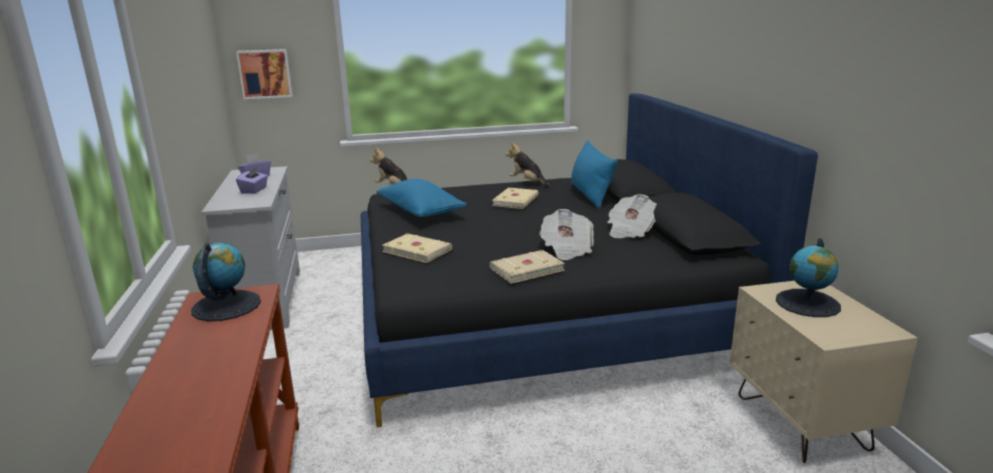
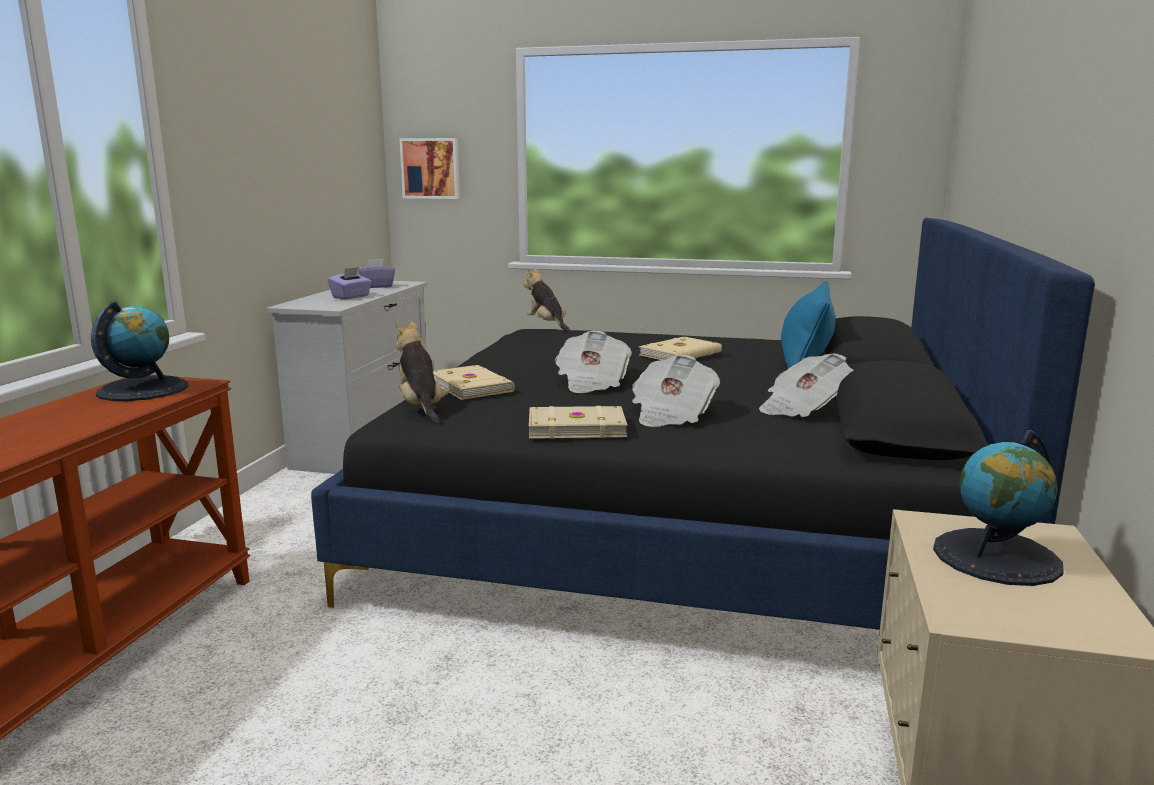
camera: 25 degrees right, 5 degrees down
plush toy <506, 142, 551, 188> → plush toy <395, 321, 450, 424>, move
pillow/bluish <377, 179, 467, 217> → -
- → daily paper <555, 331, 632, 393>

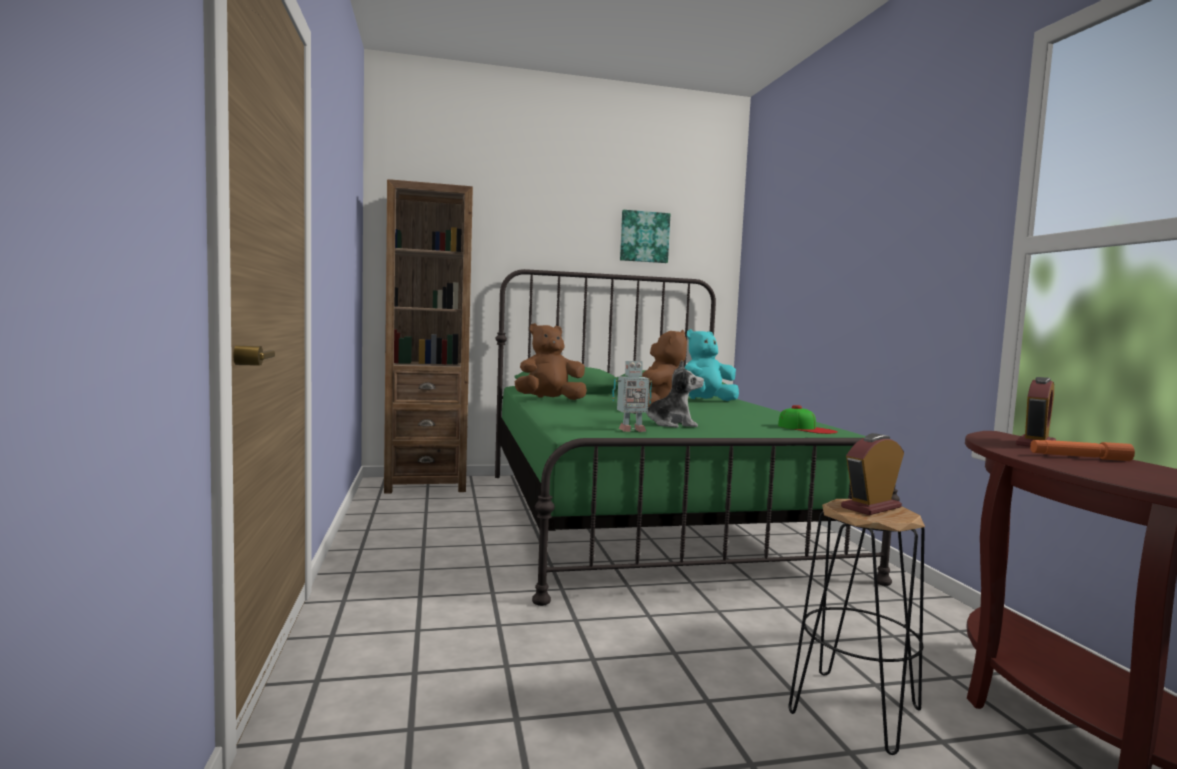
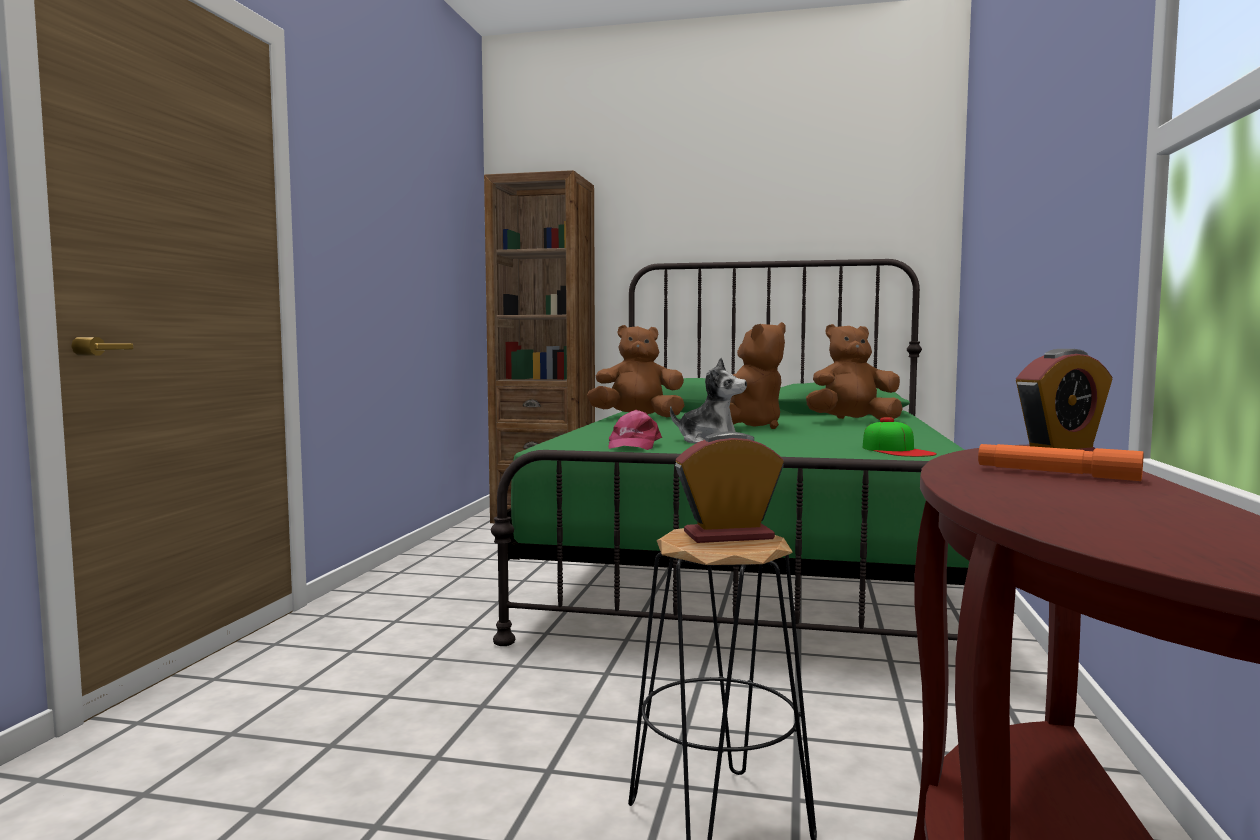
camera: 25 degrees right, 0 degrees up
wall art <620, 210, 670, 263> → -
plush toy/turquoise-coloured <685, 329, 739, 401> → plush toy/brown-coloured <806, 324, 903, 420>
model robot <612, 361, 652, 432> → peaked cap/pinkish <608, 410, 662, 450>

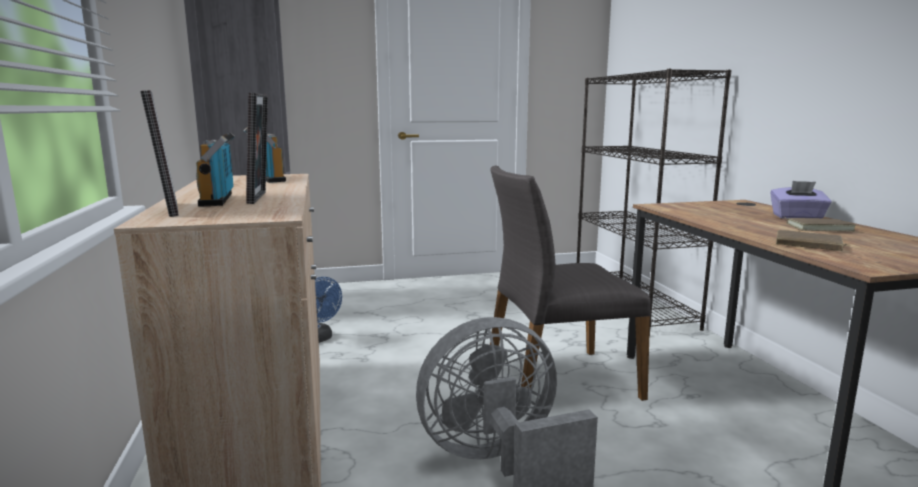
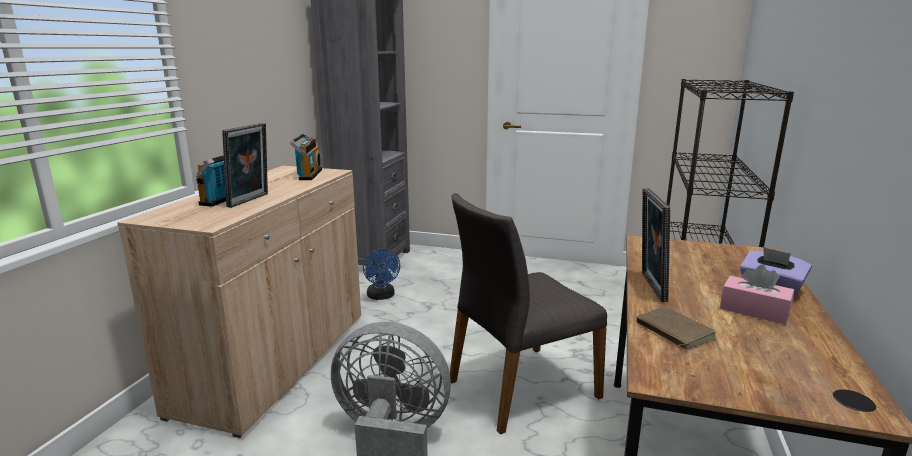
camera: 30 degrees right, 5 degrees up
standing frame <140, 90, 179, 217> → standing frame <642, 188, 670, 302>, move
plain chair/greyish <490, 166, 651, 401> → plain chair/greyish <450, 193, 607, 435>, 45 degrees counterclockwise
book/brown-coloured <785, 217, 856, 232> → tissue box/pinkish <720, 265, 794, 325>

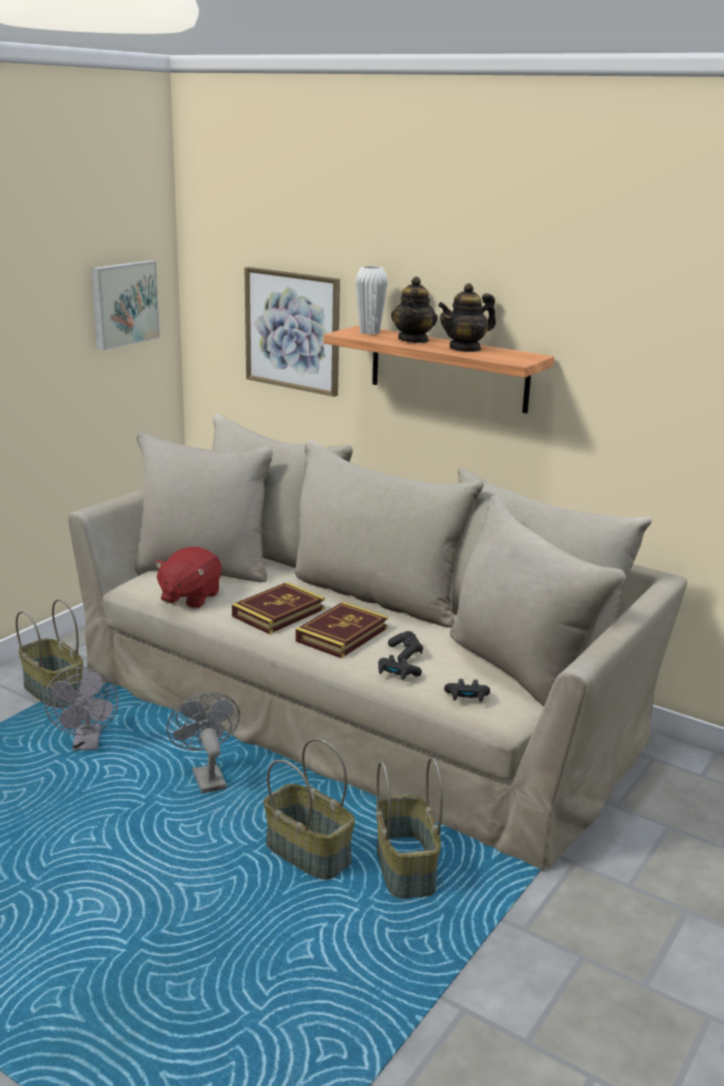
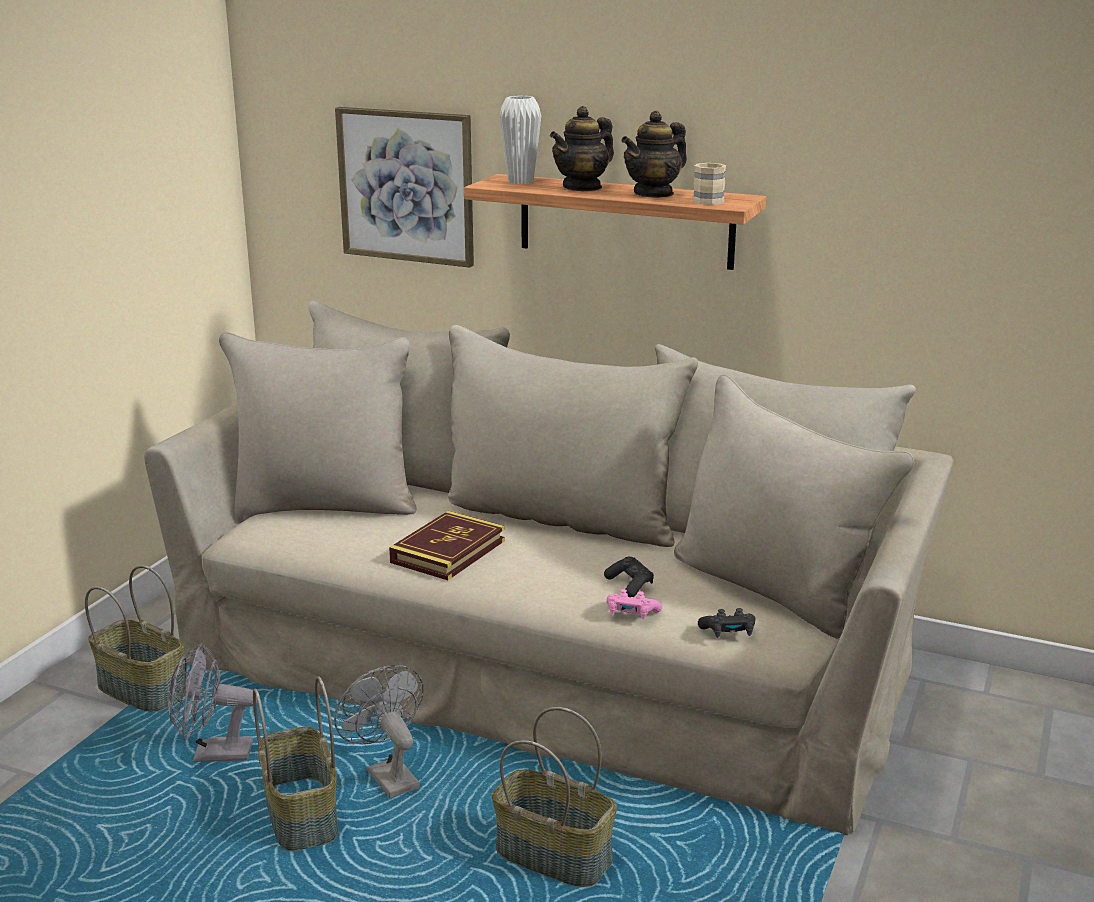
camera: 10 degrees left, 0 degrees up
wall art <91, 260, 160, 350> → -
teapot <391, 277, 438, 343> → teapot <550, 106, 614, 191>, 45 degrees clockwise
plush toy/red-coloured <154, 547, 222, 608> → -
book <296, 602, 388, 658> → -
joypad/black-coloured <378, 655, 422, 680> → joypad/pinkish <607, 589, 662, 620>
fan/greyish <44, 667, 118, 751> → fan/greyish <168, 643, 258, 762>, 105 degrees clockwise
storage basket <376, 757, 443, 899> → storage basket <253, 676, 338, 851>, move
- → coffee mug/beige-coloured <693, 163, 726, 205>

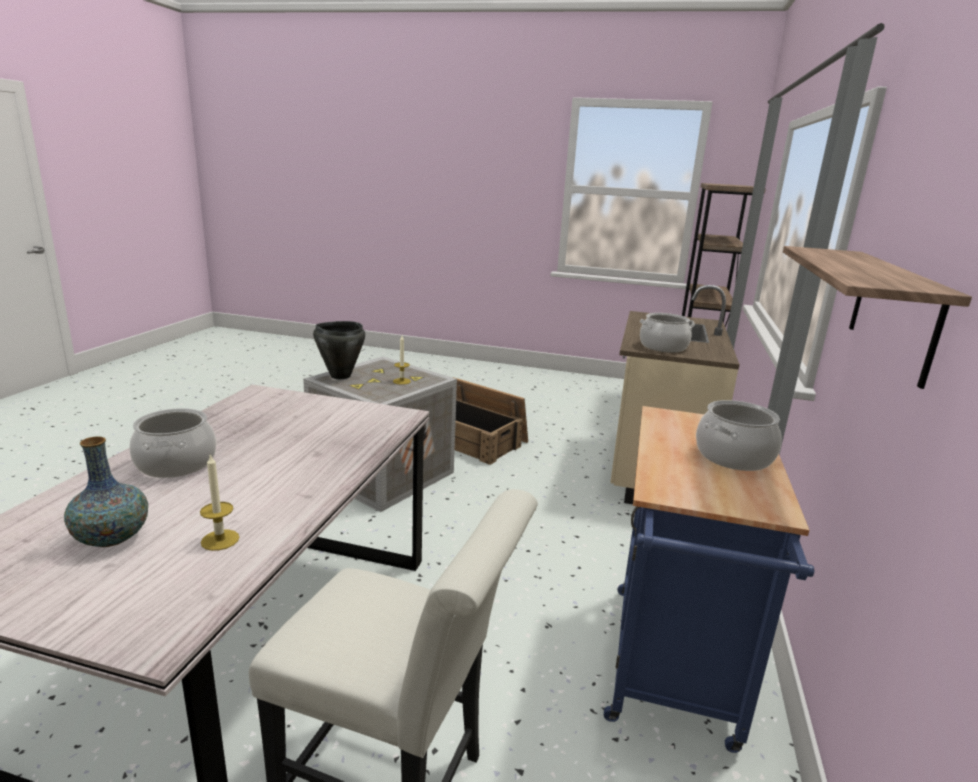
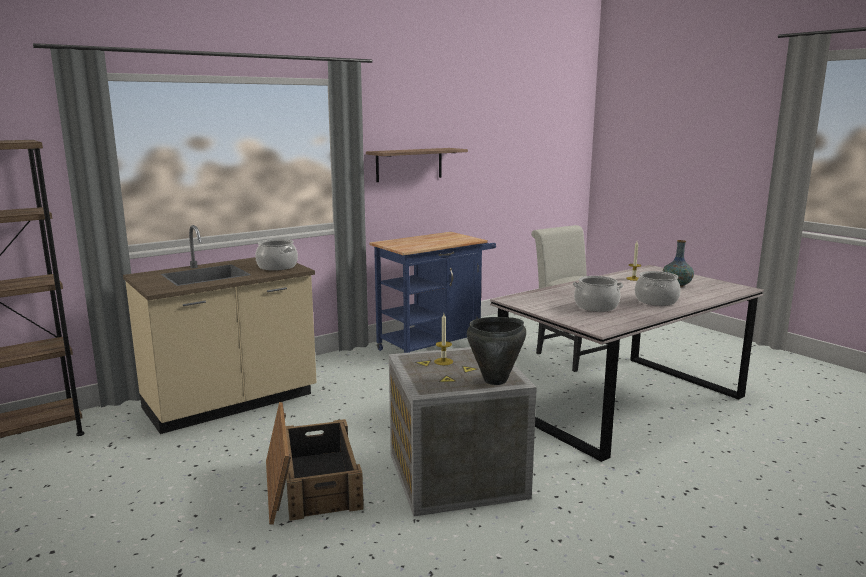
camera: 140 degrees left, 5 degrees down
saucepot <696, 400, 782, 471> → saucepot <572, 276, 623, 312>, move

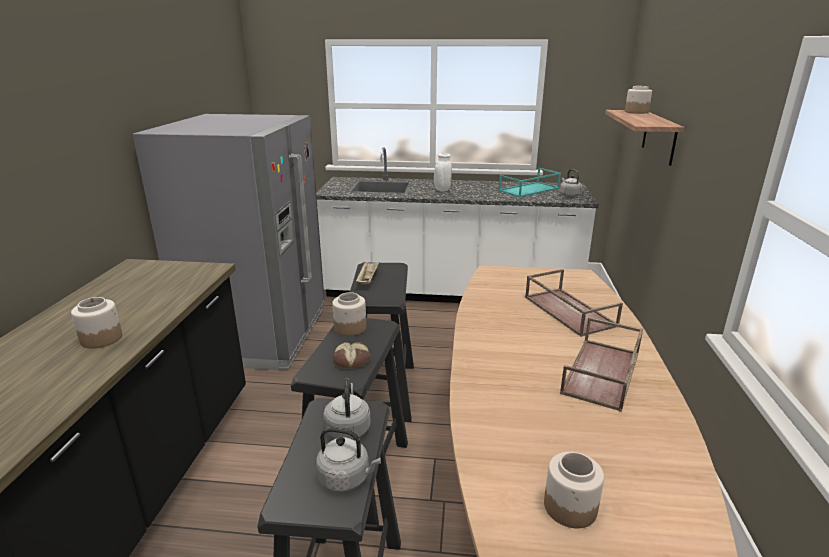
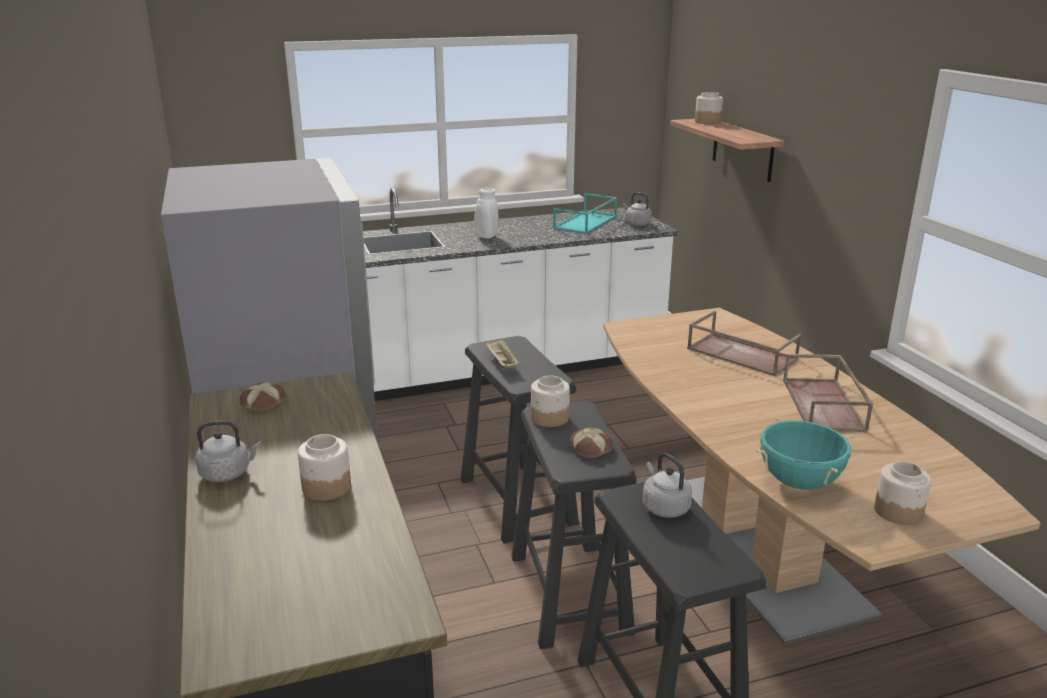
camera: 25 degrees left, 0 degrees up
kettle/greyish <316, 427, 381, 492> → kettle/greyish <195, 420, 261, 482>, move
- → bread <240, 382, 286, 411>
- → saucepot/turquoise-coloured <756, 418, 853, 490>

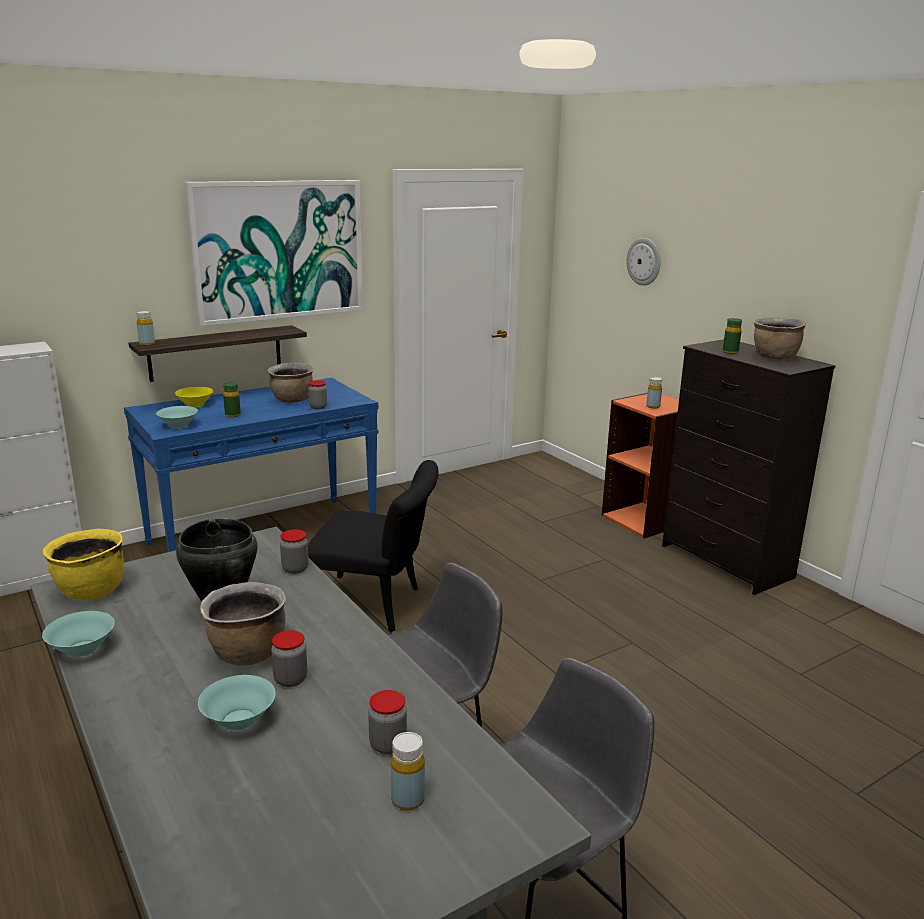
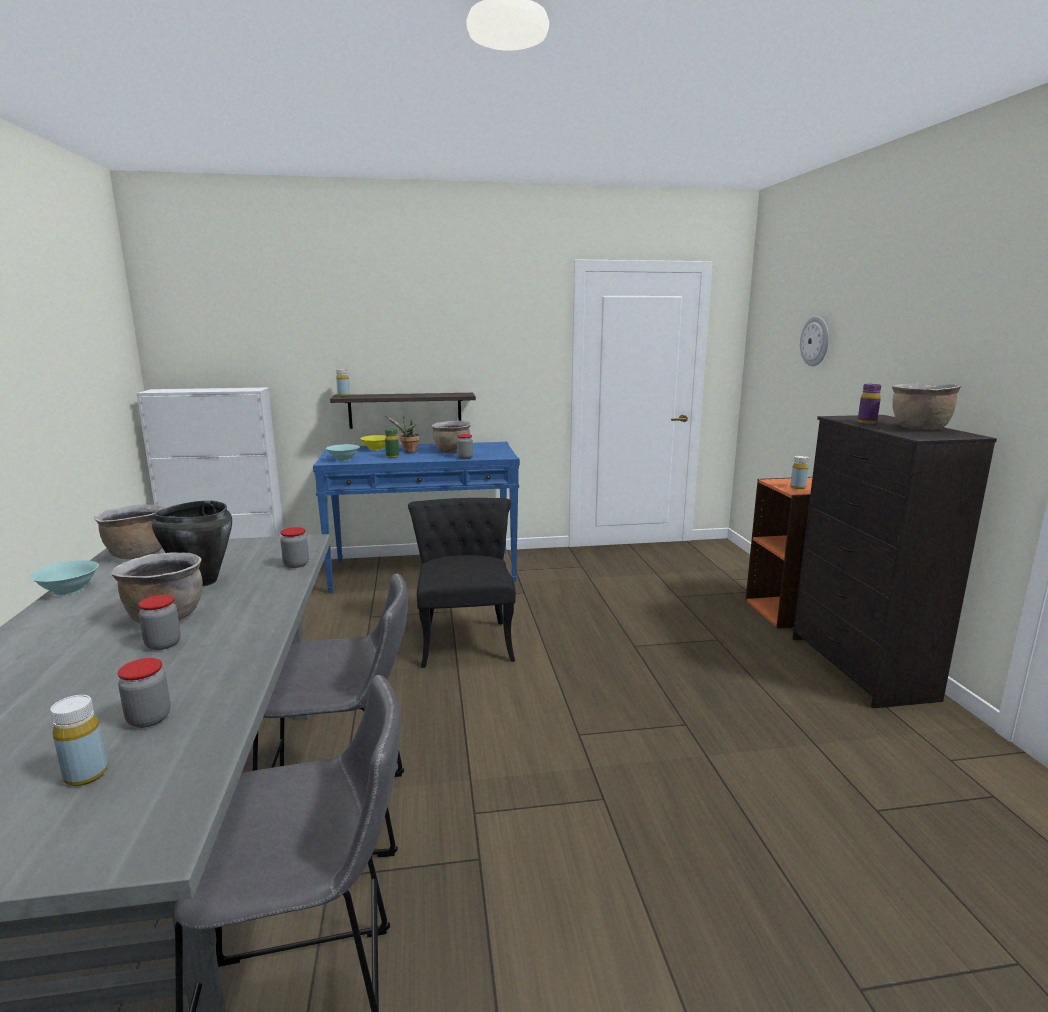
camera: 25 degrees right, 5 degrees down
wall art <185, 180, 363, 326> → -
bottle/green <723, 318, 742, 354> → bottle/purplish <858, 384, 881, 424>
plain chair/black-coloured <308, 460, 439, 632> → plain chair/black-coloured <408, 498, 516, 668>, 135 degrees counterclockwise
saucepot/yellow-coloured <43, 529, 124, 600> → saucepot/brown-coloured <94, 505, 165, 559>
bowl/turquoise-coloured <198, 675, 275, 731> → -
- → plant in a pot <385, 416, 420, 453>

